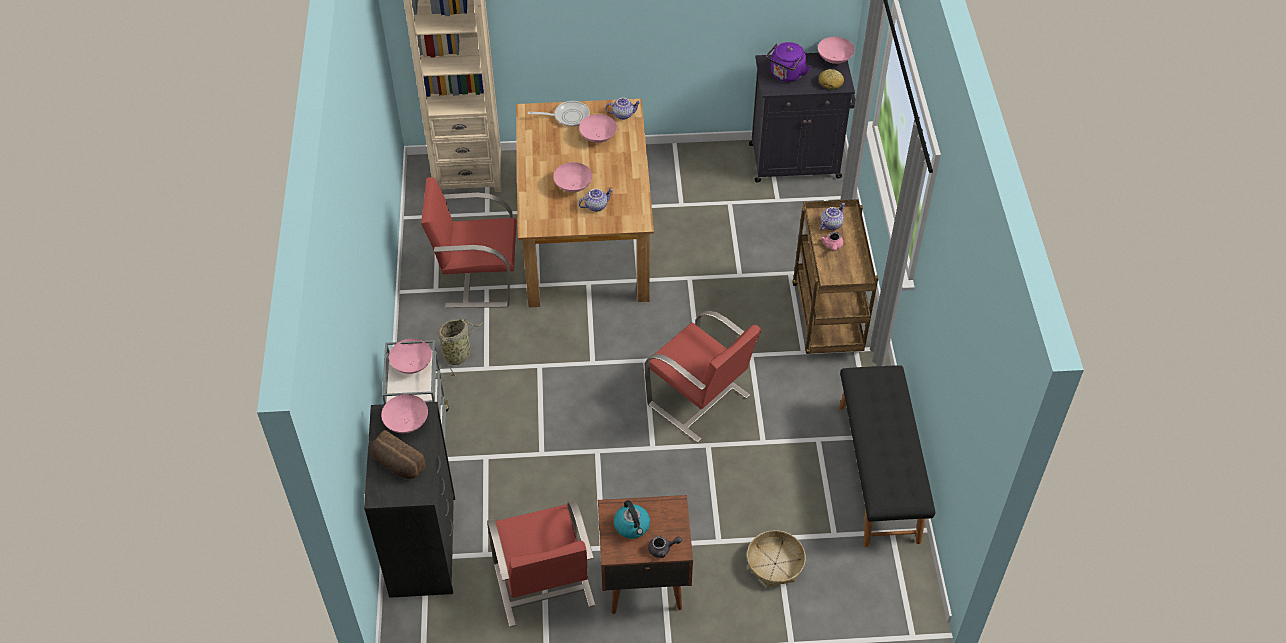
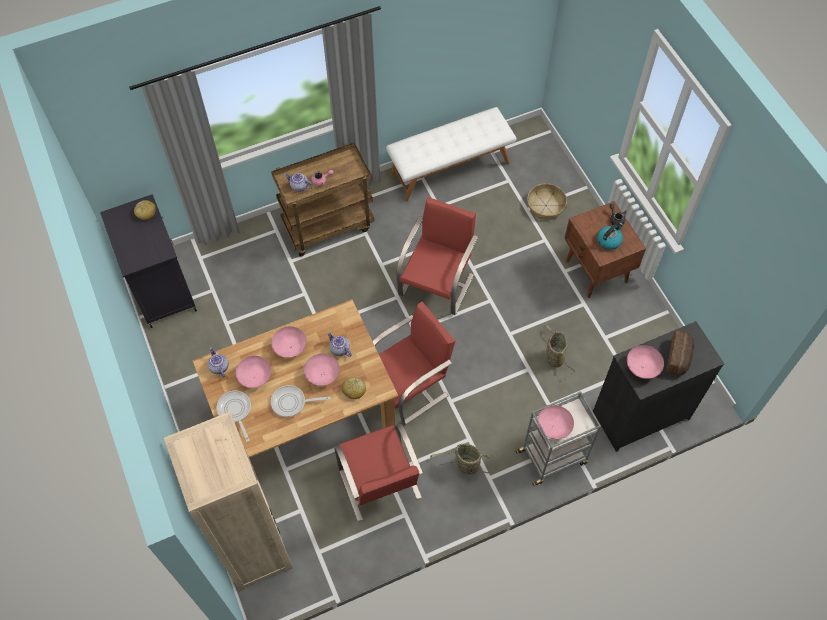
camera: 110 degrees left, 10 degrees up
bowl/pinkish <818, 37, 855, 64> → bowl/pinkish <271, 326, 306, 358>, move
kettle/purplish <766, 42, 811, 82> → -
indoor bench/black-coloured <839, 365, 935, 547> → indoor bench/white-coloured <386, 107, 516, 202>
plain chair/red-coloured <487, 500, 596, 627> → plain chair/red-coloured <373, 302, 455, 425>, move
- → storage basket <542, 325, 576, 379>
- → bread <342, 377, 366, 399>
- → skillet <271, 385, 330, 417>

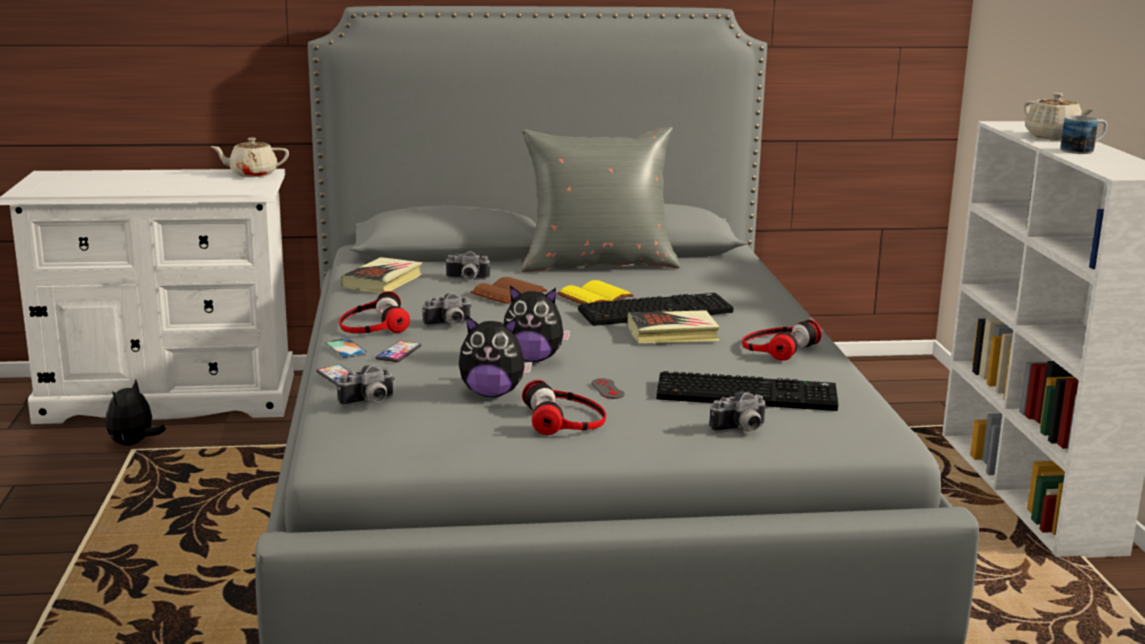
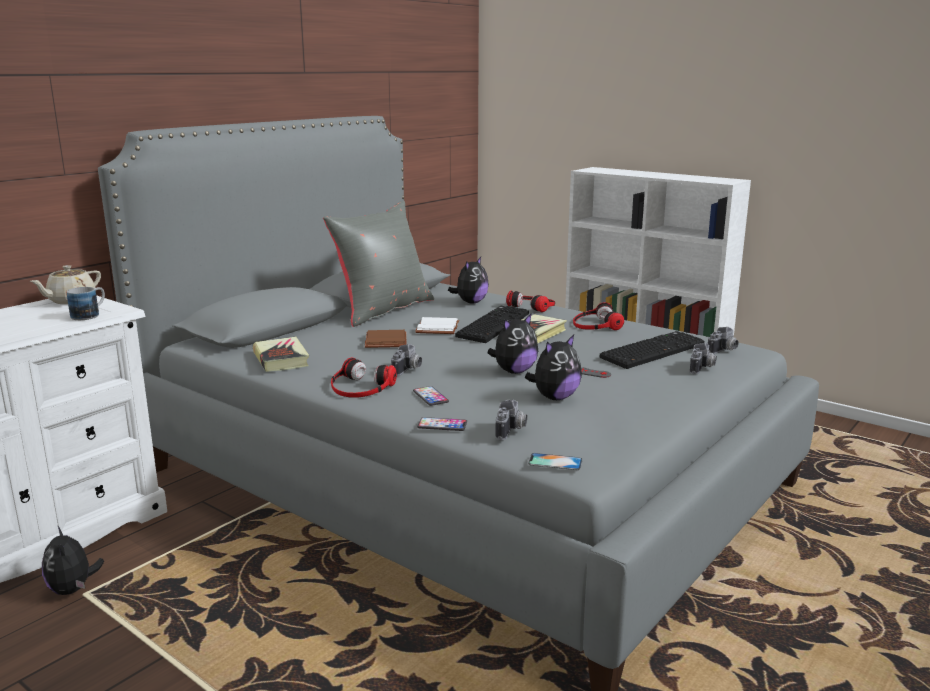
camera: 45 degrees left, 0 degrees up
teapot/beige-coloured <1024, 93, 1093, 140> → -
coffee mug <1060, 115, 1107, 154> → coffee mug <67, 287, 105, 320>, move
photo camera <445, 251, 490, 280> → photo camera <708, 327, 739, 354>, move
book/yellow-coloured <557, 280, 634, 304> → book/white-coloured <415, 317, 460, 334>
phone <325, 338, 368, 358> → phone <528, 453, 583, 470>, move
pair of headphones <522, 380, 606, 435> → pair of headphones <506, 291, 555, 312>, move
- → plush toy <448, 257, 489, 303>

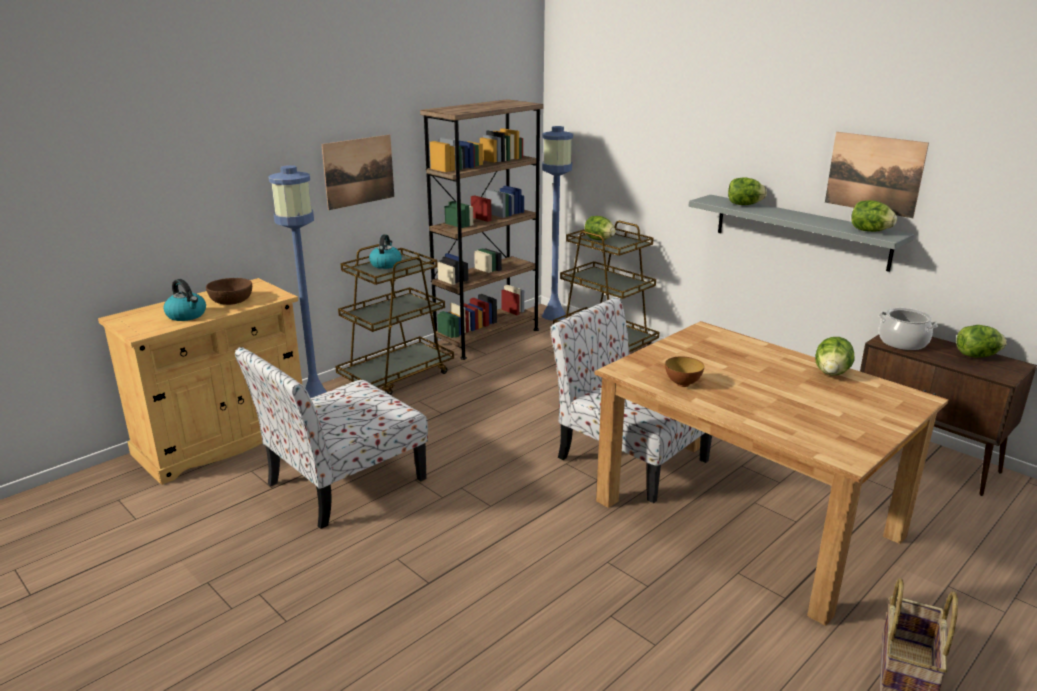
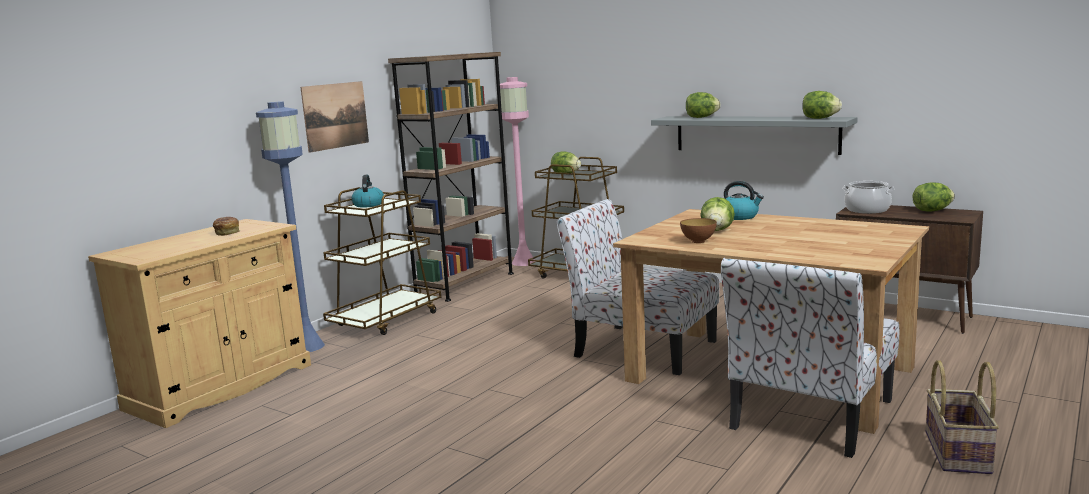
camera: 10 degrees left, 10 degrees down
floor lamp/bluish <542, 126, 573, 321> → floor lamp/pinkish <500, 77, 535, 266>
wall art <825, 132, 929, 218> → -
bowl/brown-coloured <206, 278, 252, 305> → bread <213, 217, 241, 236>
kettle <163, 279, 206, 321> → kettle <724, 181, 764, 220>, move
lettuce head <815, 337, 855, 375> → lettuce head <700, 197, 735, 231>, move
plain chair <235, 347, 428, 529> → plain chair <721, 258, 900, 458>, move

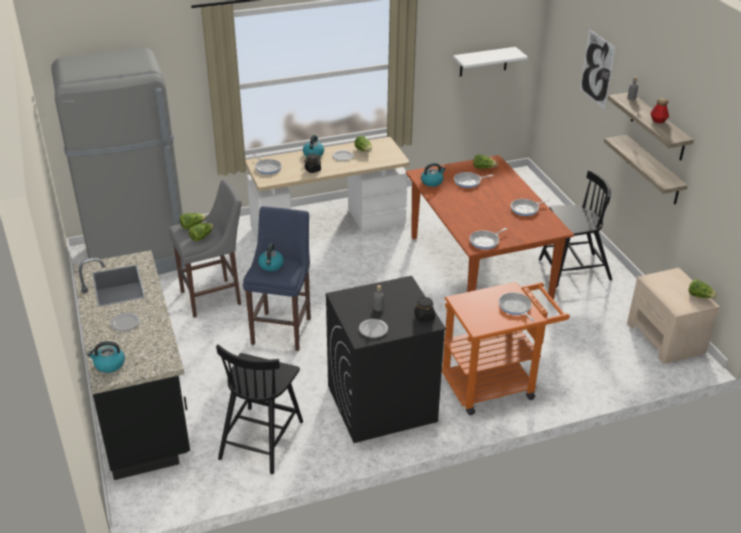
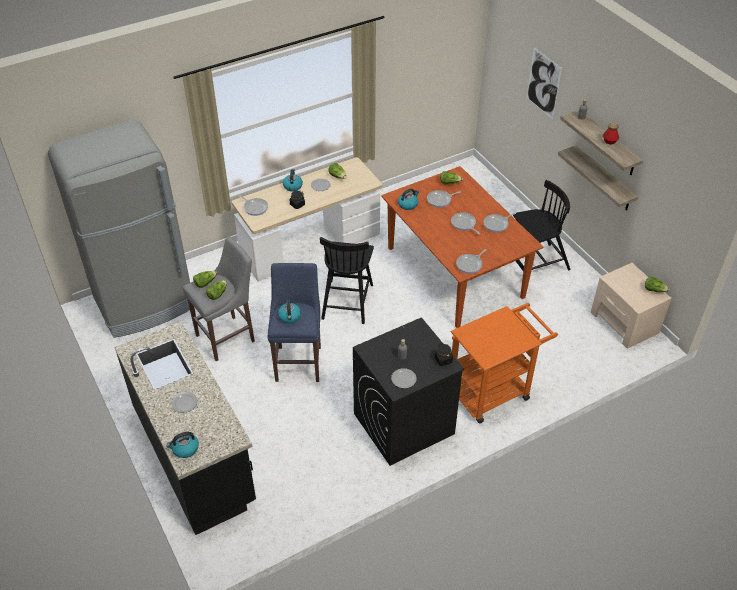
camera: 10 degrees left, 10 degrees up
shelf/white-coloured <453, 47, 528, 76> → -
skillet <499, 292, 534, 321> → skillet <451, 212, 480, 234>, move
plain chair/black-coloured <216, 344, 303, 474> → plain chair/black-coloured <320, 237, 374, 324>, move

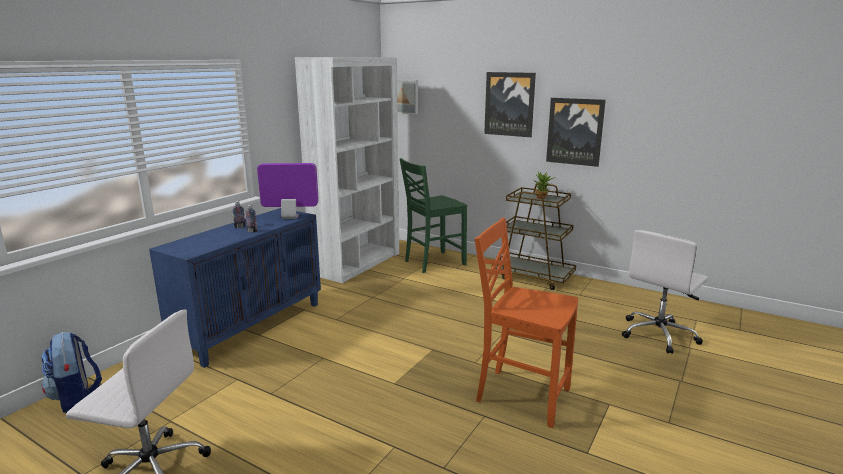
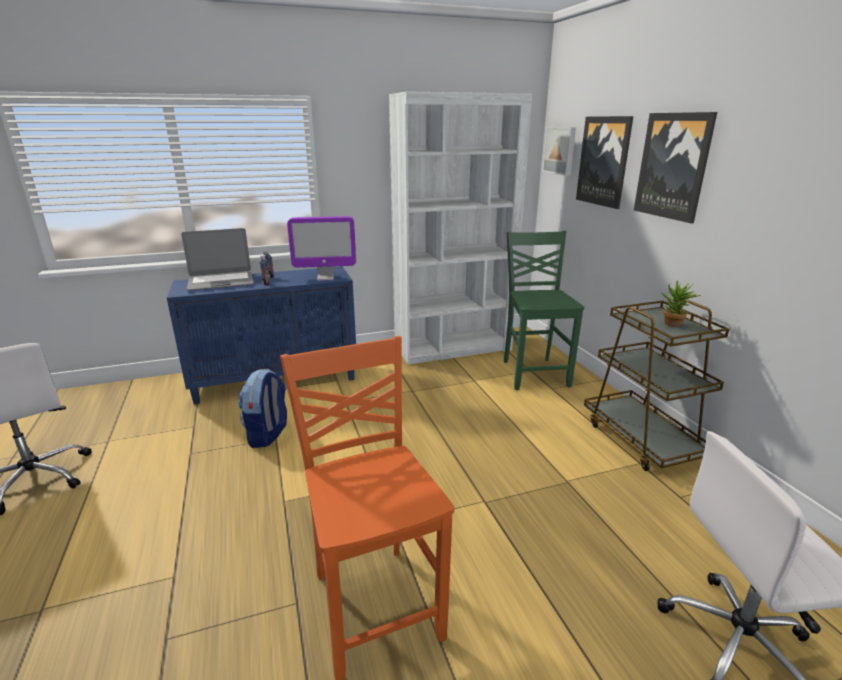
camera: 40 degrees right, 5 degrees up
wall art <546, 98, 606, 167> → wall art <576, 116, 633, 209>, move
plain chair/green <400, 158, 467, 273> → plain chair/green <504, 231, 584, 390>, 75 degrees clockwise
computer screen <257, 163, 319, 219> → computer screen <287, 216, 356, 281>, 135 degrees clockwise
knapsack <41, 332, 102, 413> → knapsack <238, 369, 287, 448>, move
- → portable computer <181, 228, 253, 291>

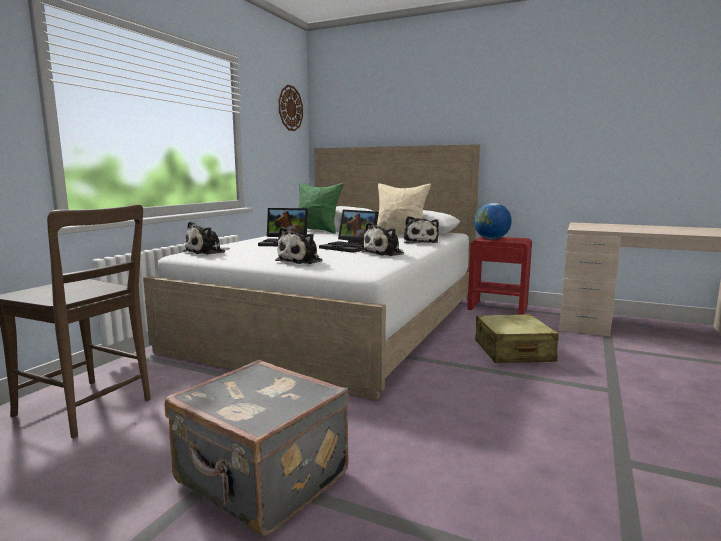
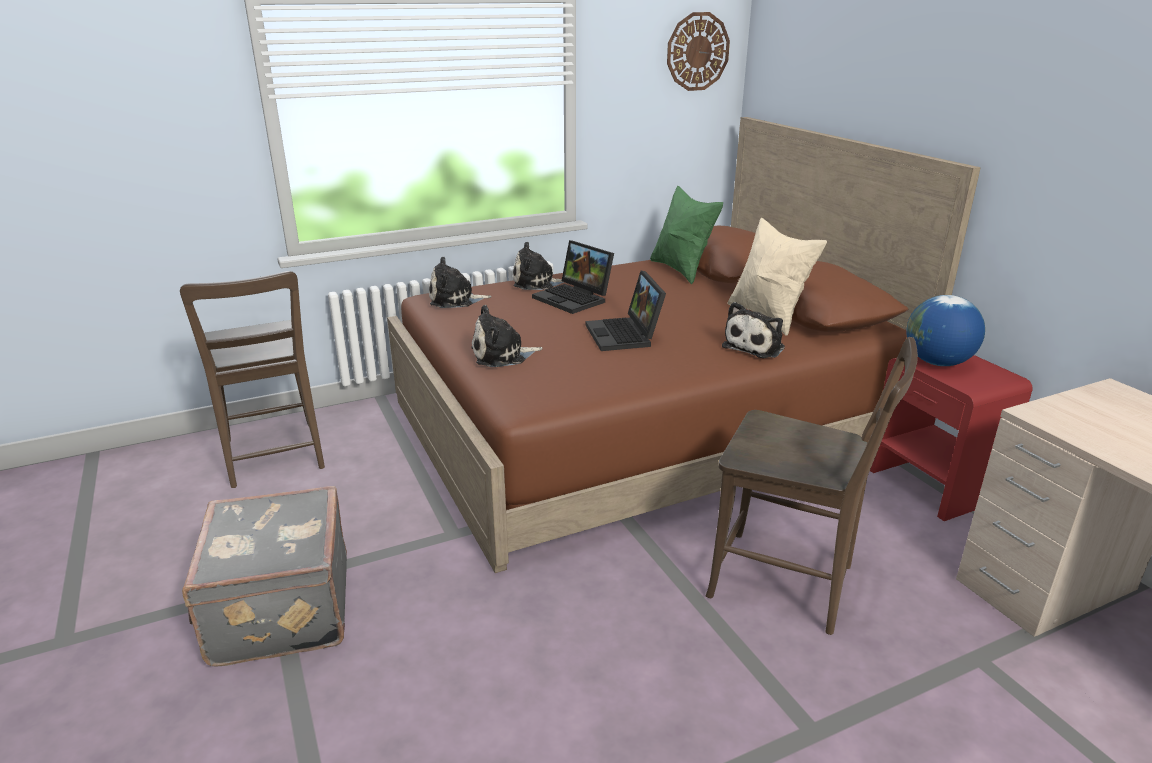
camera: 40 degrees right, 15 degrees up
bedroom bed/white-coloured <143, 144, 480, 400> → bedroom bed/brown-coloured <387, 117, 981, 573>
plush toy <361, 222, 404, 256> → plush toy <513, 242, 564, 290>, move
piece of luggage/beige-coloured <476, 314, 559, 363> → plain chair/brown-coloured <706, 337, 918, 635>

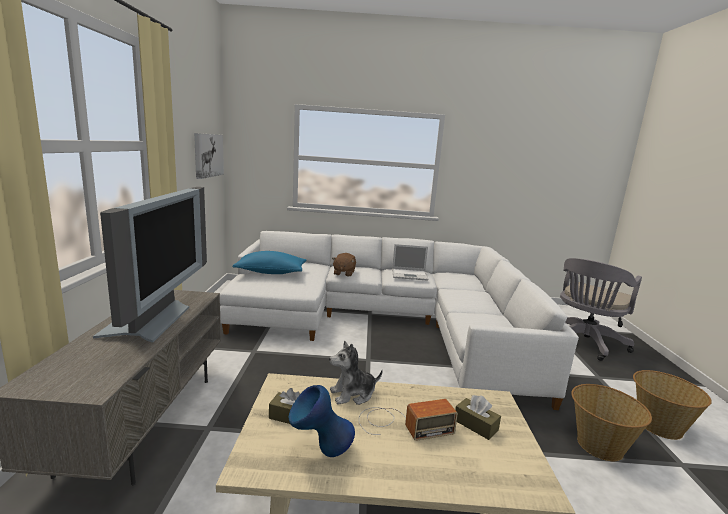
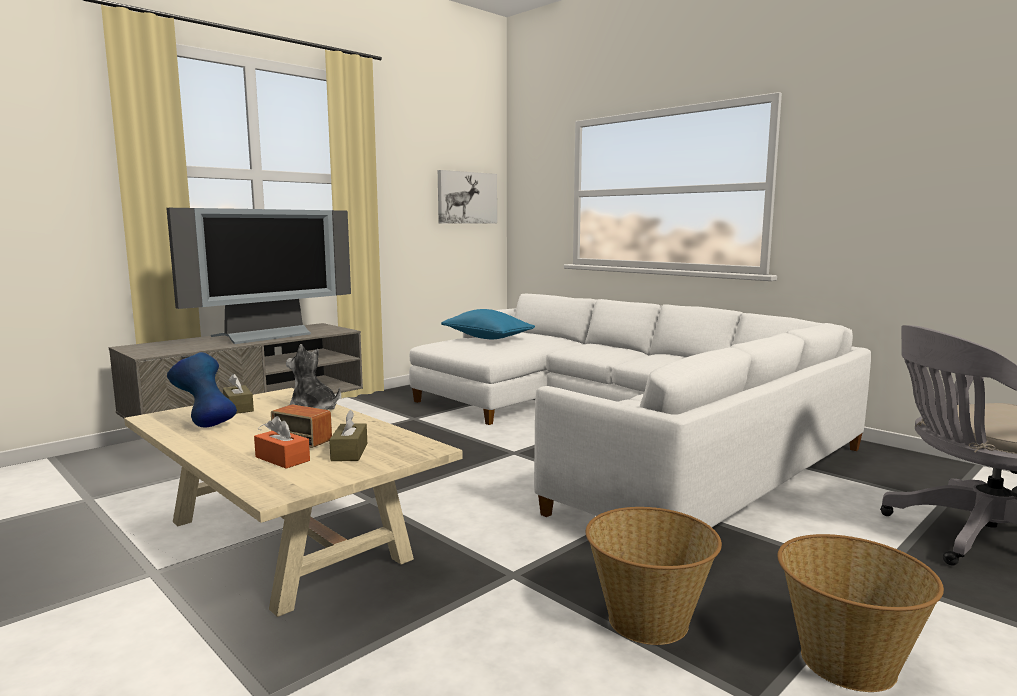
camera: 45 degrees right, 5 degrees down
portable computer <392, 244, 428, 281> → -
plush toy/brown-coloured <332, 253, 356, 276> → -
- → tissue box/orange-coloured <254, 416, 310, 469>

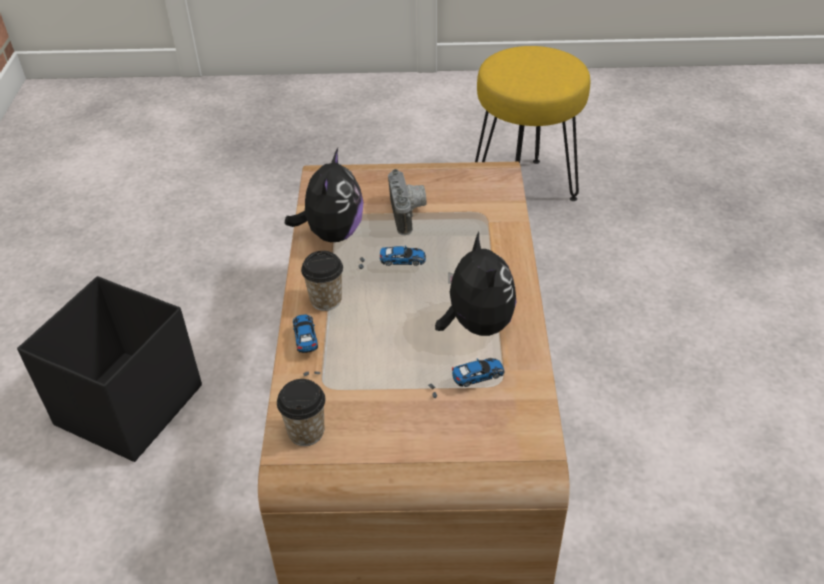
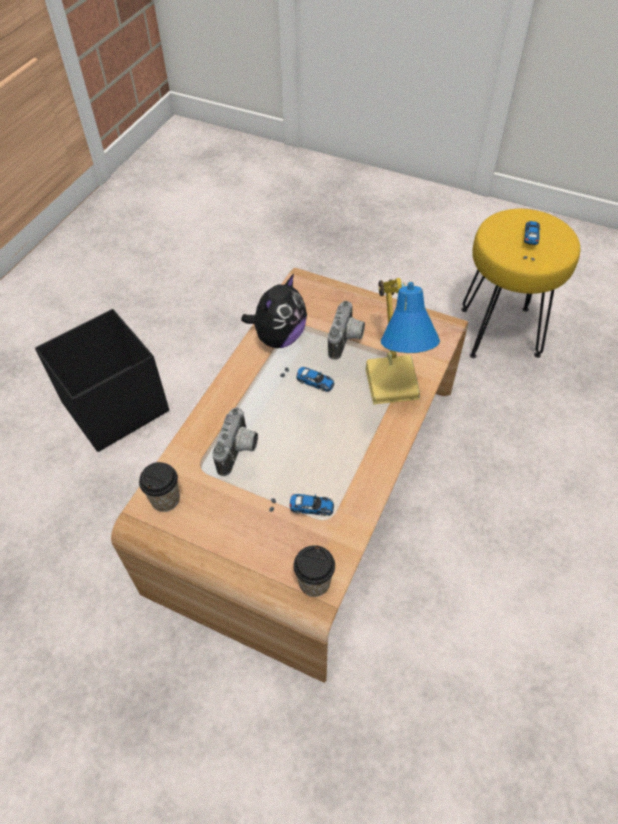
camera: 25 degrees right, 10 degrees up
plush toy <435, 232, 516, 336> → -
drinking cup <301, 251, 343, 311> → drinking cup <293, 545, 335, 597>, move
model car <293, 314, 320, 376> → model car <523, 221, 541, 260>, move
- → table lamp <365, 278, 440, 405>
- → photo camera <212, 408, 258, 476>

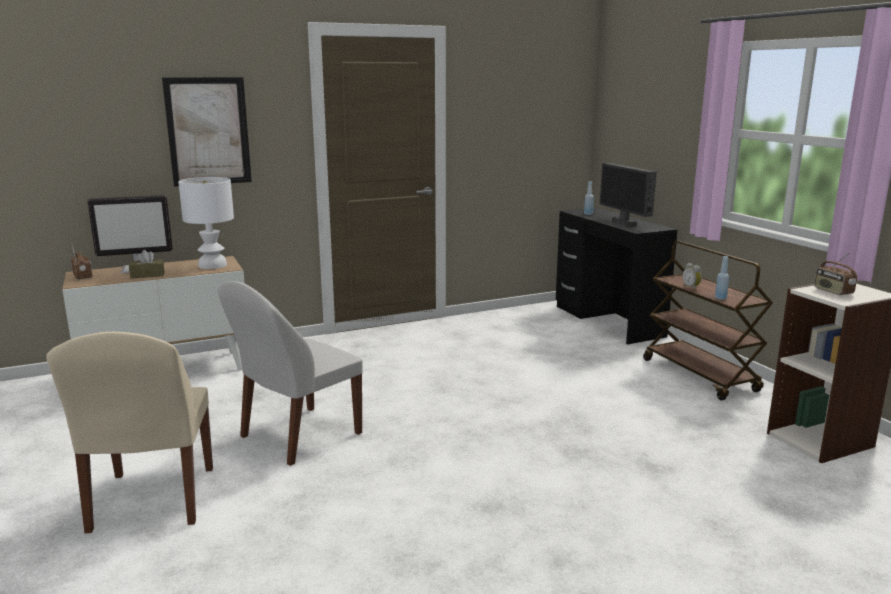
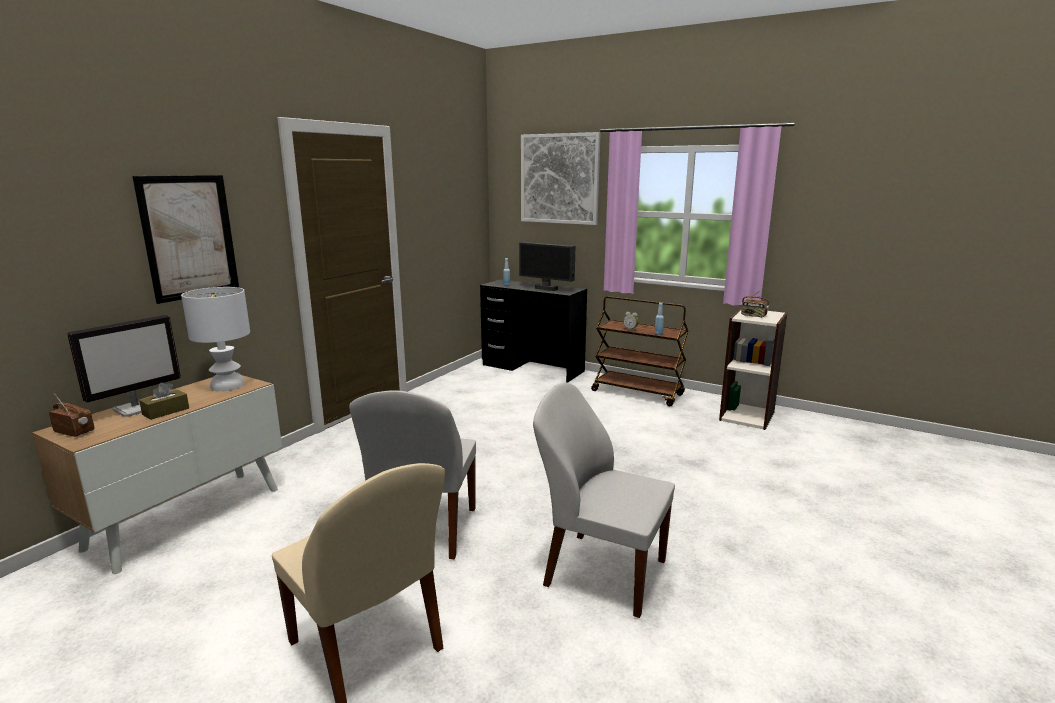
camera: 35 degrees left, 0 degrees up
- → wall art <521, 132, 601, 225>
- → plain chair/white-coloured <533, 382, 675, 618>

